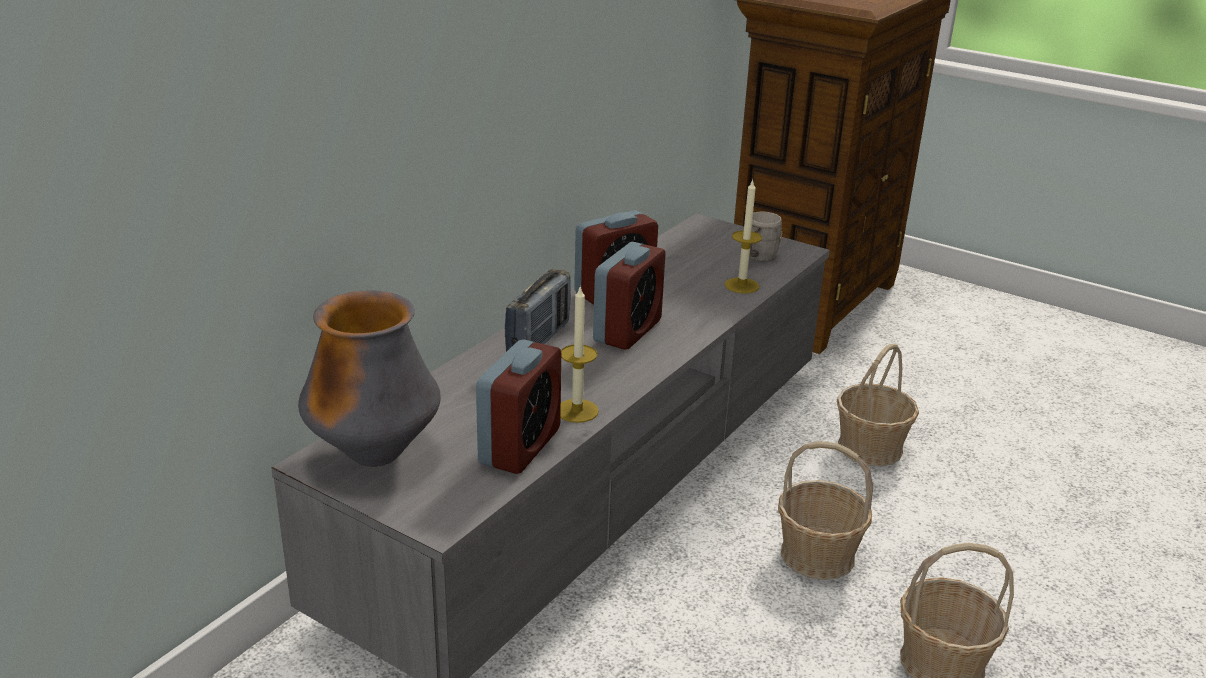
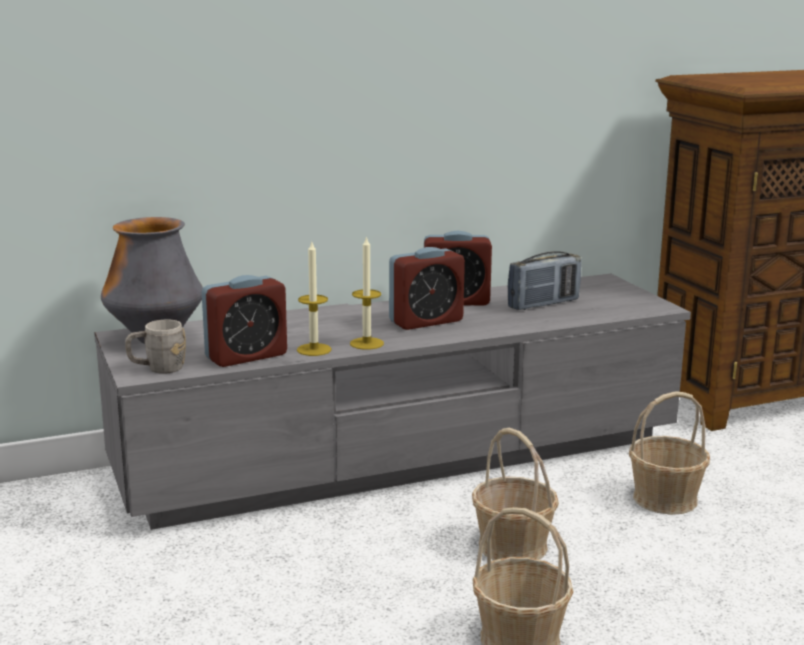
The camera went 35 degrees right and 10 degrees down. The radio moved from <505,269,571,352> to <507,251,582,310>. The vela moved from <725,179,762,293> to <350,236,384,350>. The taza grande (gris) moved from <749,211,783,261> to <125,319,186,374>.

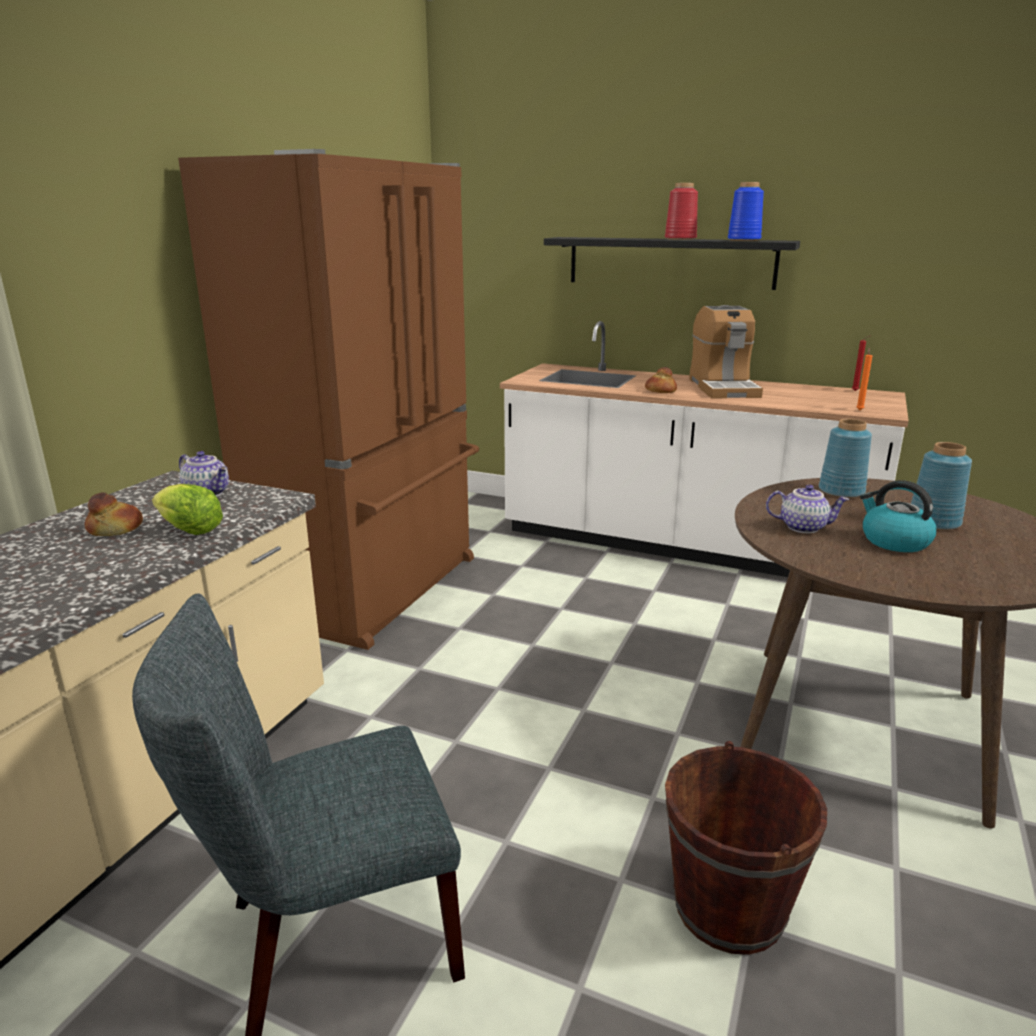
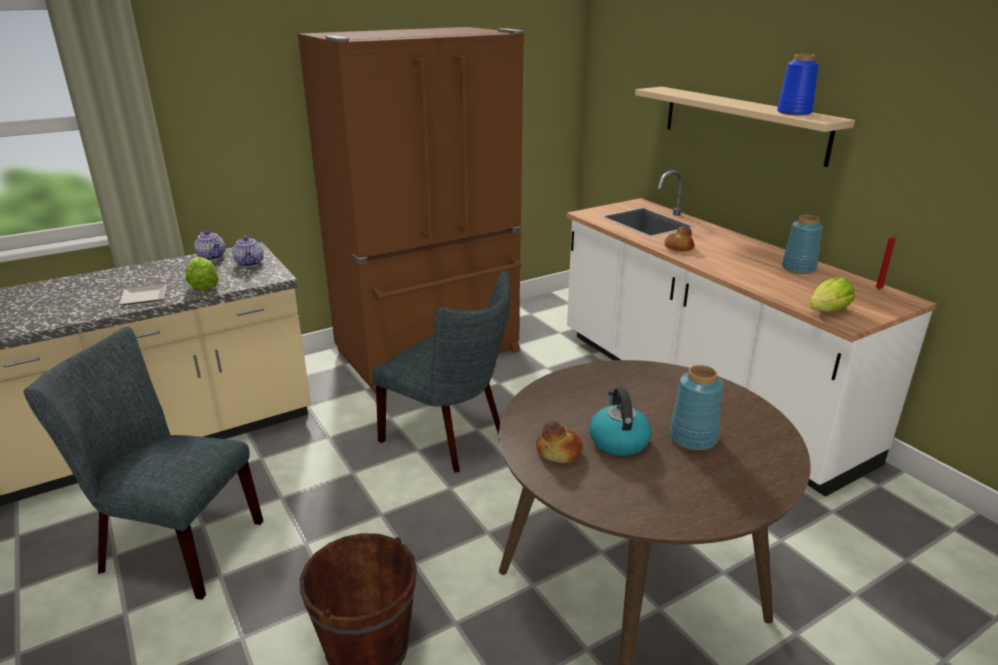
The camera went 35 degrees right and 5 degrees up. The florero (rojo) at <665,183,698,240> disappeared. The cafetera at <689,305,763,398> disappeared. The plato at <119,284,166,305> appeared. The silla (gris) at <372,271,511,473> appeared. The pan moved from <85,493,143,536> to <536,421,583,463>. The tetera moved from <766,484,849,533> to <194,230,225,261>. The florero (azul) moved from <819,419,872,498> to <782,215,823,274>. The vela (naranja) at <856,348,872,410> was replaced by the lechuga at <810,277,855,311>. The estante (negro) at <544,237,800,290> became the estante (beis) at <635,87,855,167>.

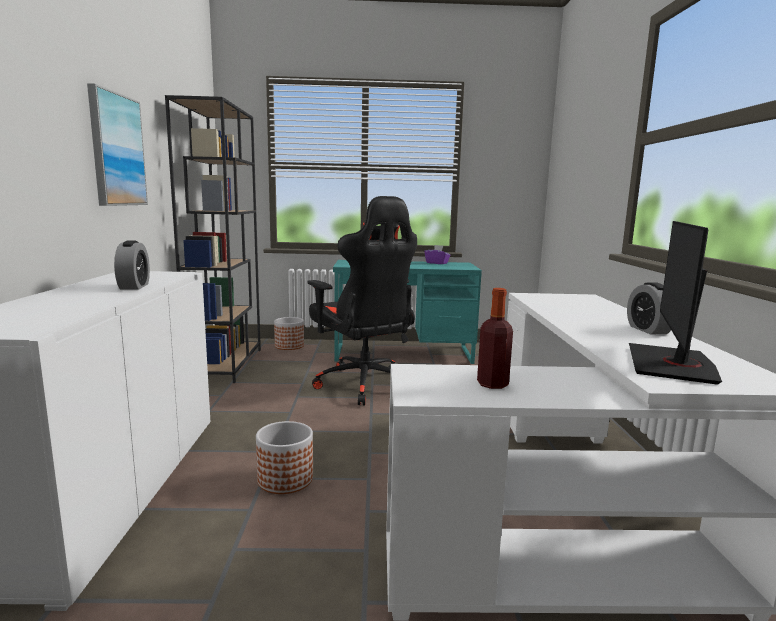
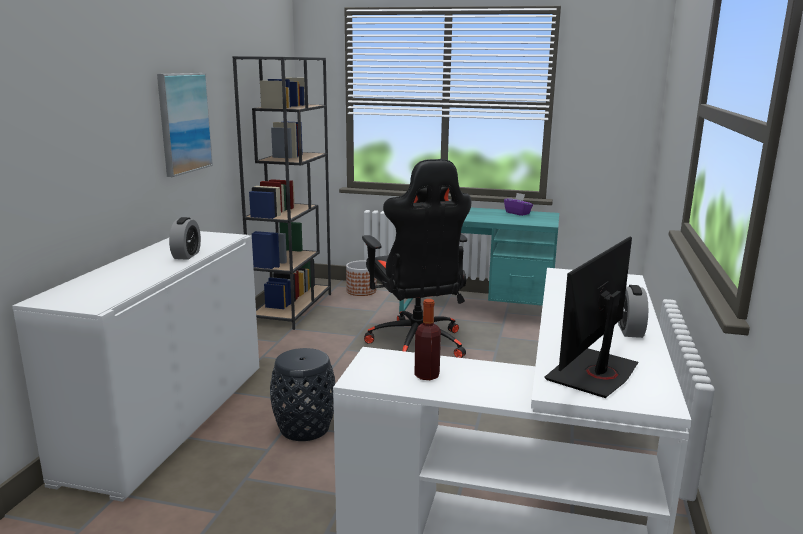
The camera went 15 degrees right and 5 degrees up. The maceta at <256,421,313,494> was replaced by the taburete (negro) at <270,348,336,441>.

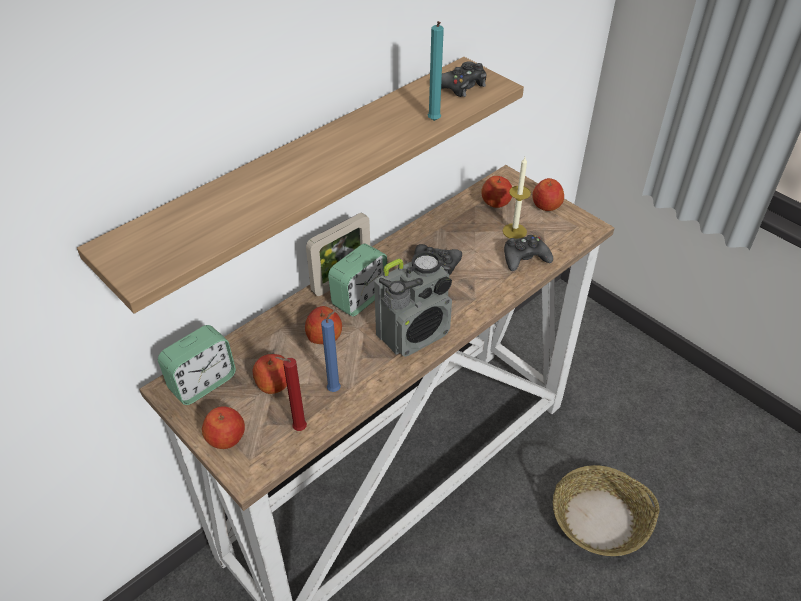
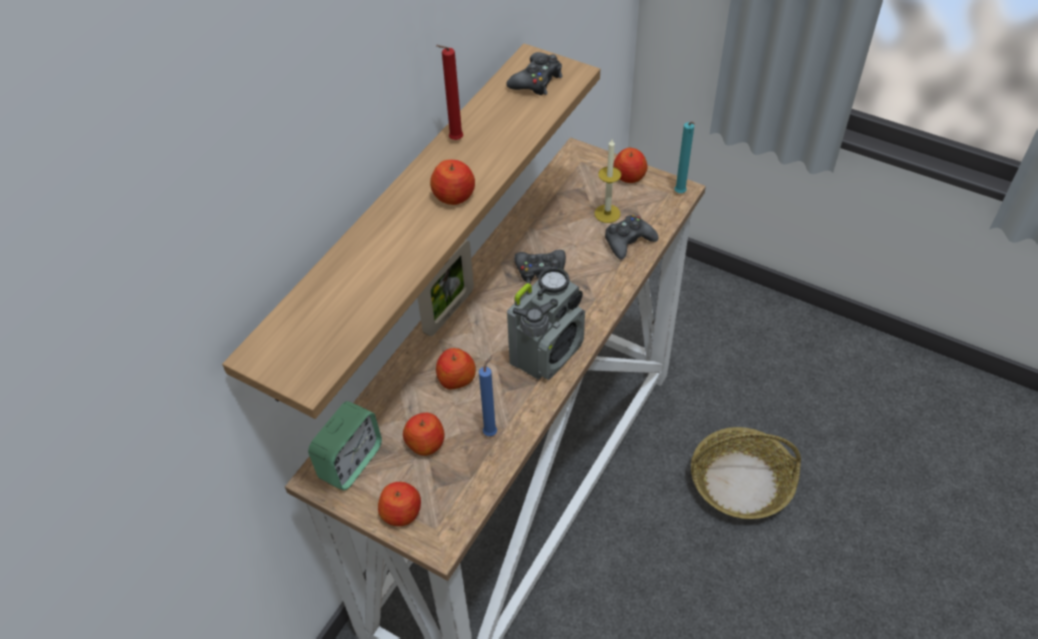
The camera went 15 degrees left and 5 degrees up. The despertador at <328,244,387,316> disappeared. The vela (rojo) moved from <275,357,307,431> to <436,45,463,140>. The vela (turquesa) moved from <428,21,444,121> to <675,122,695,193>. The manzana moved from <481,176,512,208> to <430,160,475,205>.

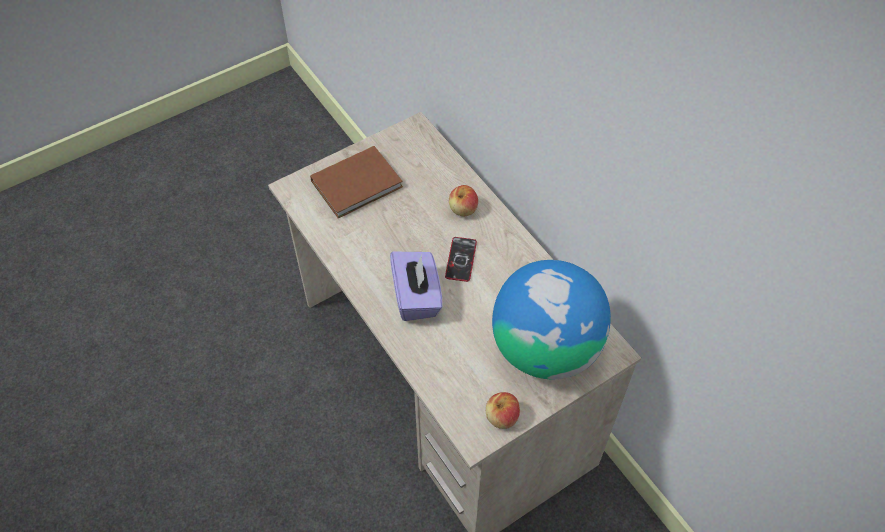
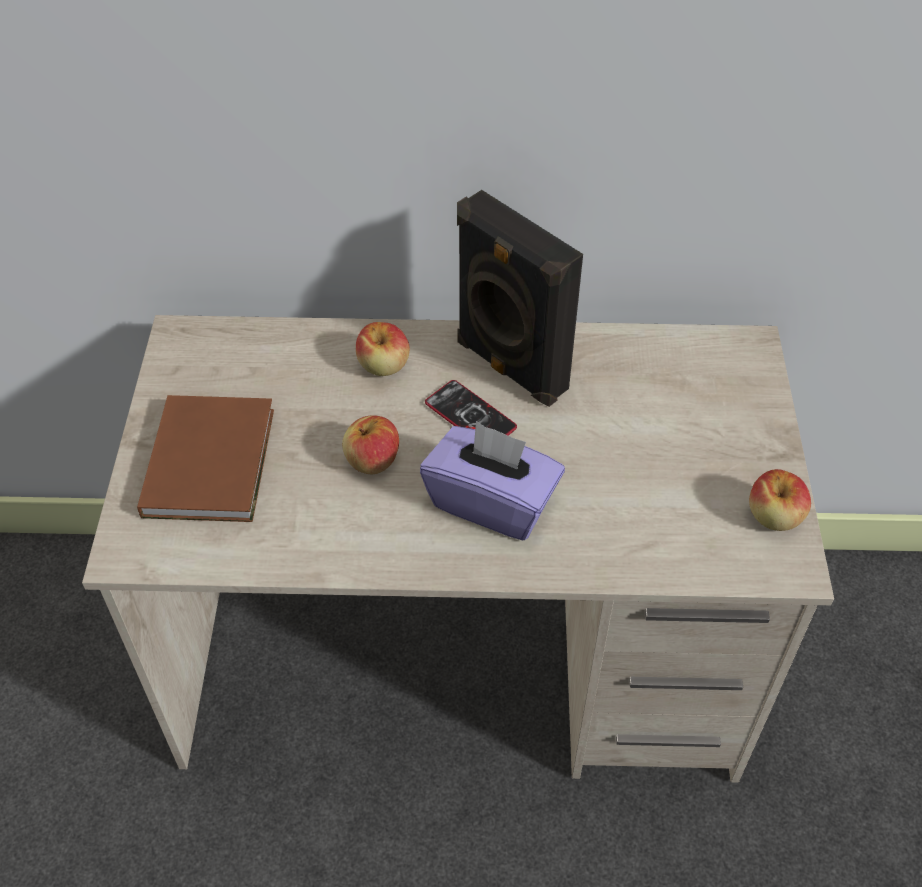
The camera went 55 degrees left and 5 degrees down. The globo terráqueo at <492,260,611,379> disappeared. The manzana at <342,415,399,474> appeared. The altavoz (negro) at <457,190,583,407> appeared.

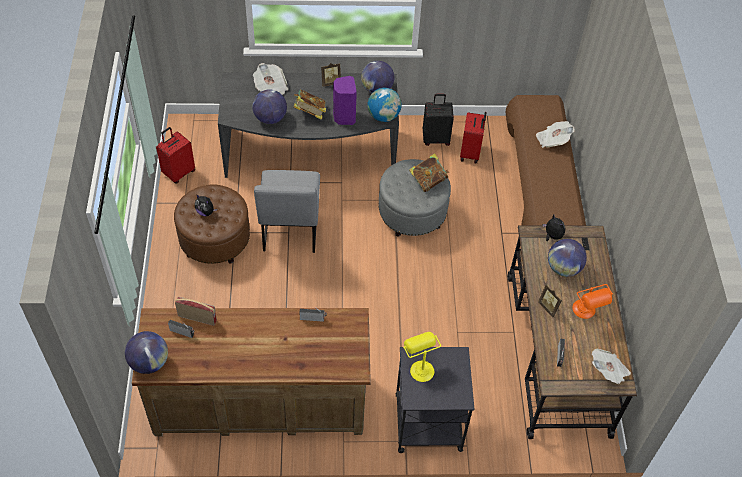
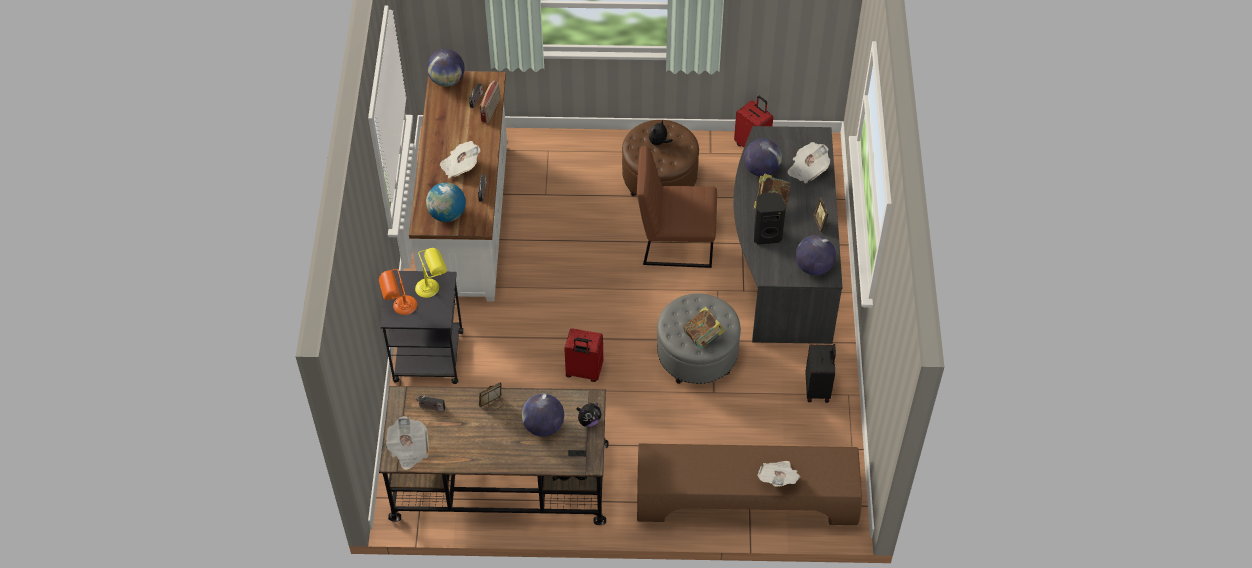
The camera went 95 degrees right and 0 degrees up. The periódico at <440,141,480,178> appeared. The globo terráqueo moved from <368,88,402,122> to <426,182,466,222>. The maleta (rojo) moved from <460,112,487,164> to <564,328,603,382>. The lámpara de mesa (naranja) moved from <573,284,613,319> to <379,269,417,315>. The silla (gris) at <254,170,320,253> became the silla (marrón) at <637,146,717,268>. The altavoz (morado) at <333,76,357,125> became the altavoz (negro) at <754,192,786,245>.

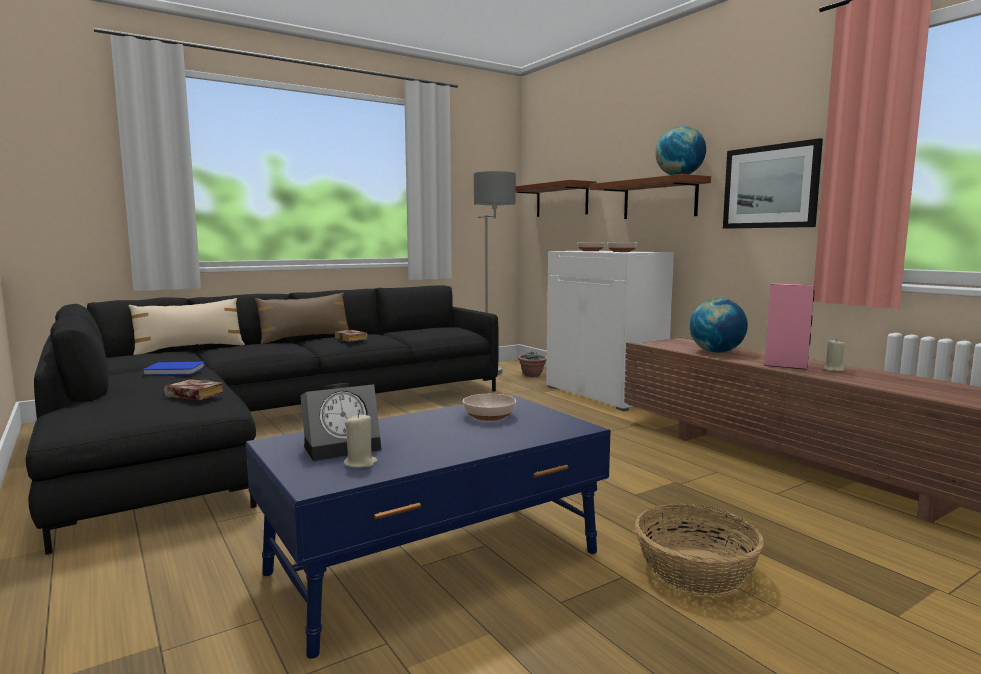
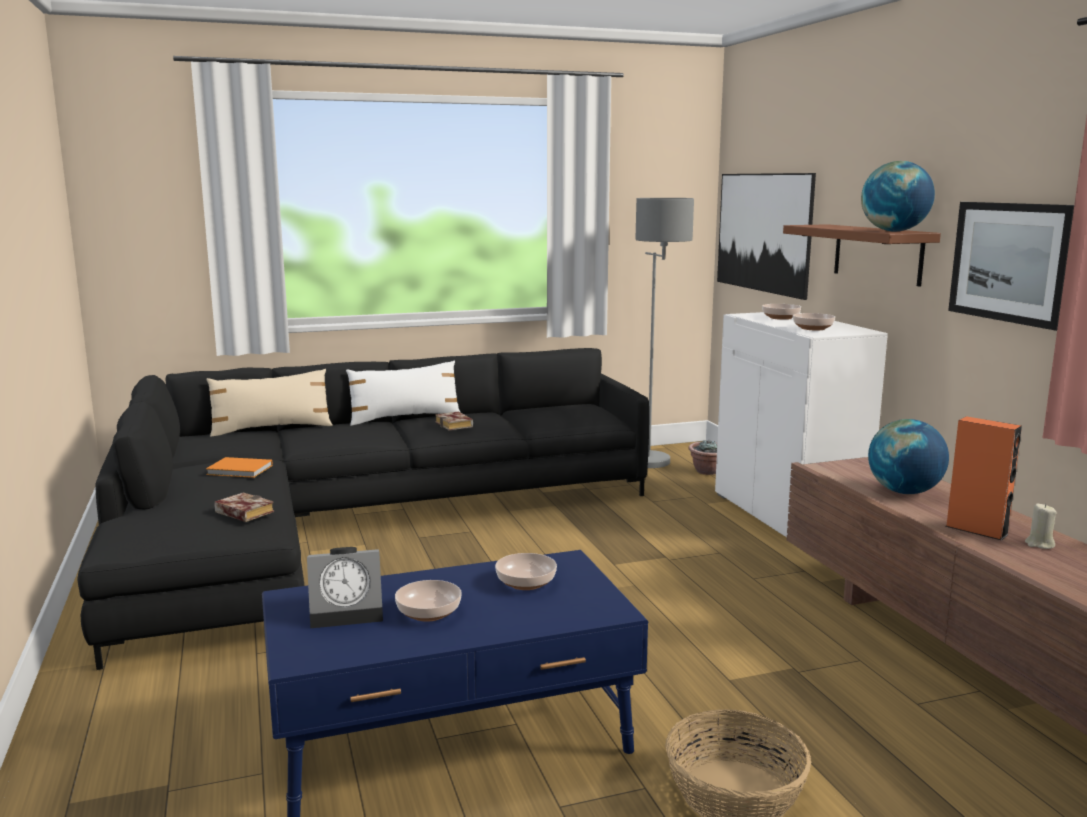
The camera went 15 degrees right and 5 degrees up. The vela (beis) at <343,413,378,468> disappeared. The cuenco at <395,580,462,622> appeared. The estante (marrón) at <516,180,597,217> was replaced by the cuadro at <717,173,816,300>. The libro (azul) at <142,362,205,375> became the libro (naranja) at <206,457,273,478>. The cojín (marrón) at <255,293,349,344> became the cojín (blanco) at <346,361,460,426>. The altavoz (rosa) at <763,284,815,370> became the altavoz (naranja) at <945,416,1022,541>.

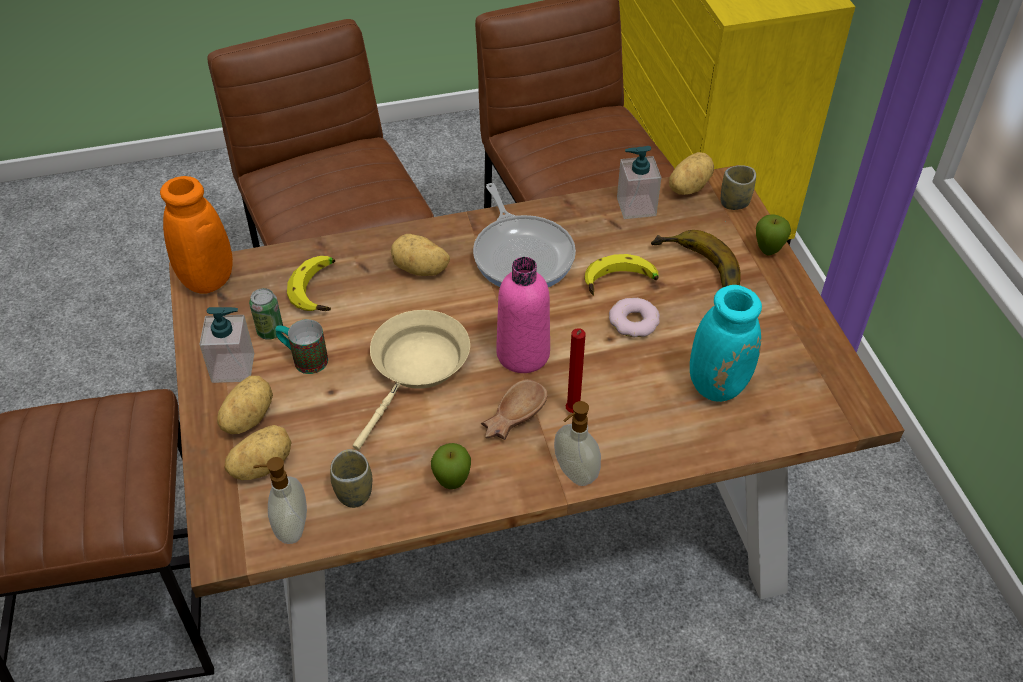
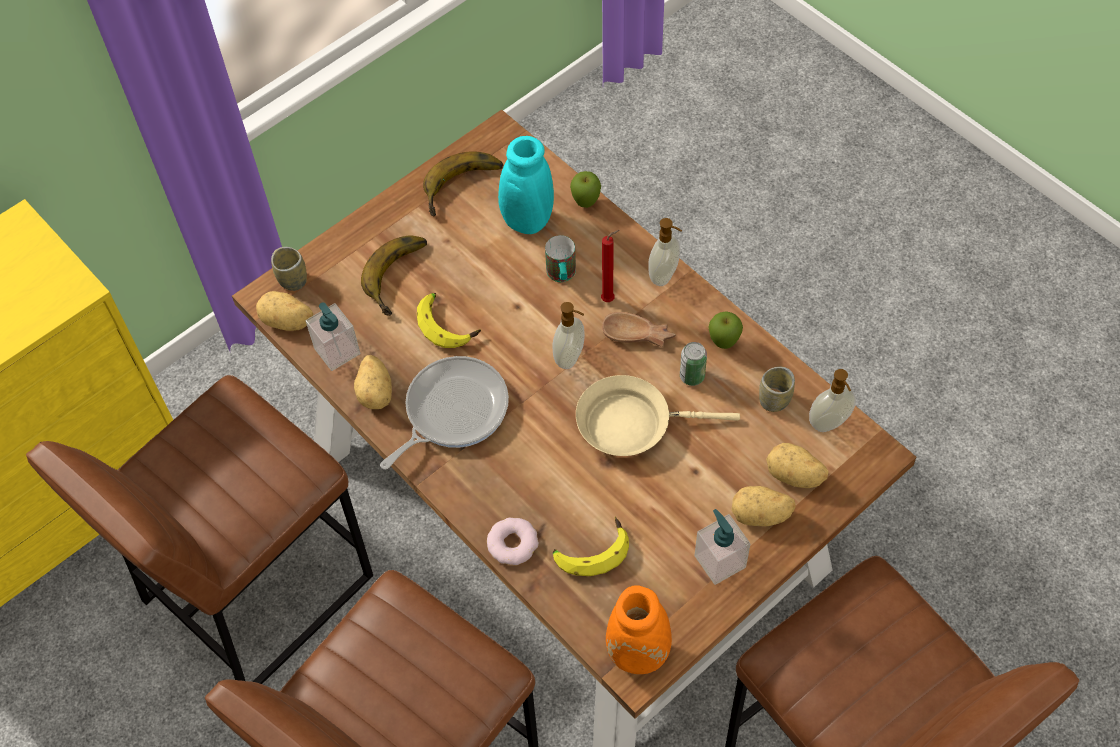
The camera went 115 degrees left and 10 degrees up. The plátano at <423,152,503,216> appeared. The lata moved from <249,288,283,340> to <680,342,707,386>. The taza grande moved from <275,319,328,374> to <545,235,576,282>. The patata moved from <391,234,450,276> to <354,355,392,409>. The rosquilla moved from <609,298,660,338> to <487,518,539,565>. The manzana moved from <756,215,791,256> to <570,171,601,208>. The botella (rosa) at <496,257,550,373> was replaced by the dispensador de jabón at <552,302,585,369>.

